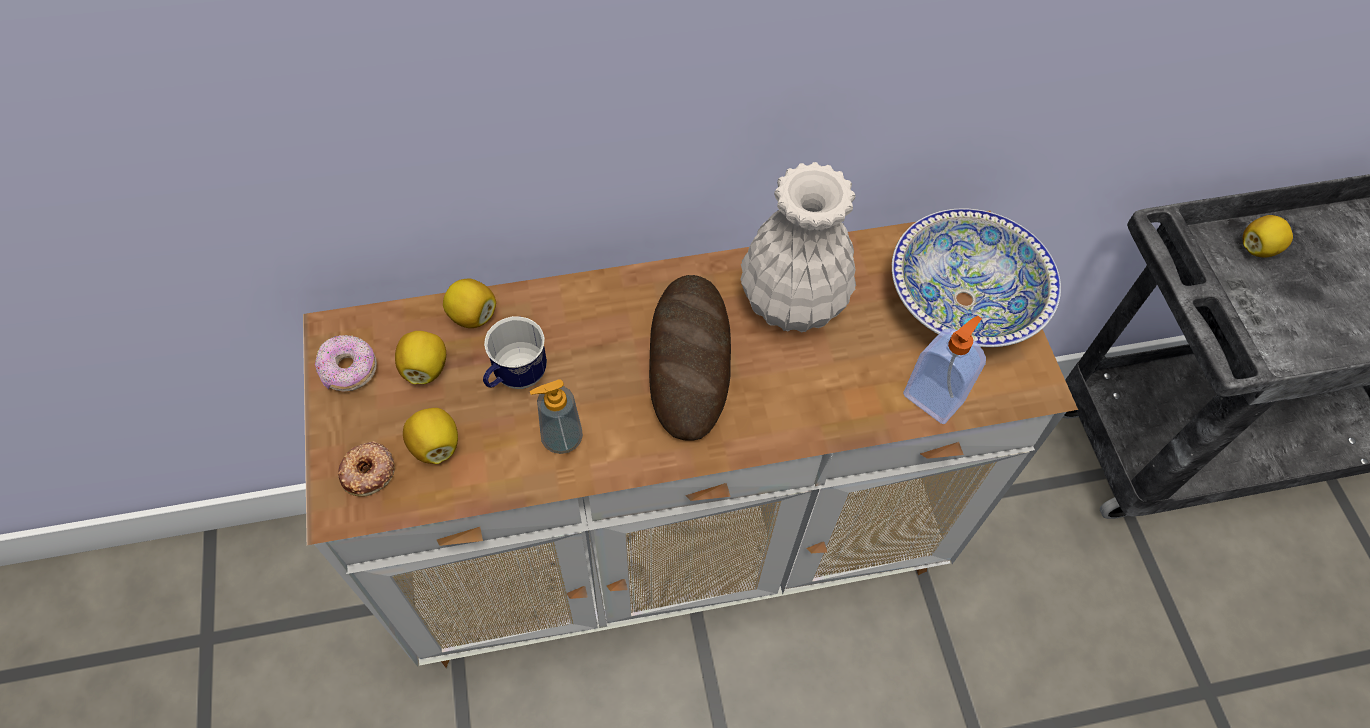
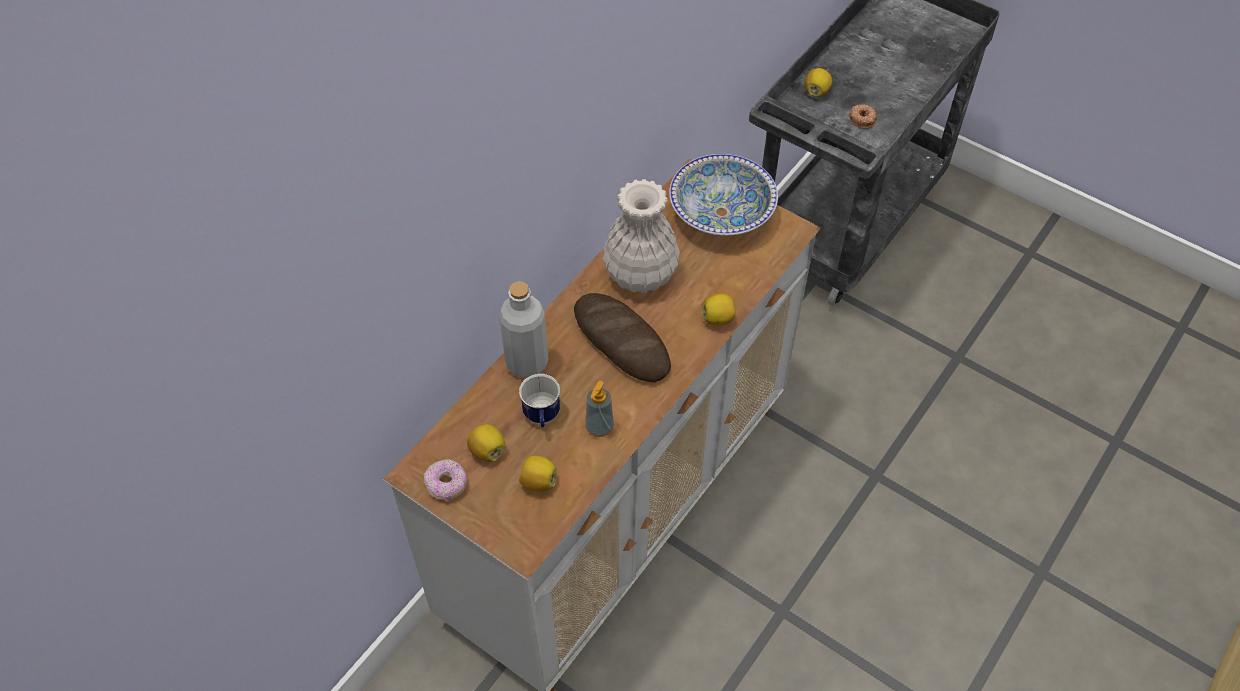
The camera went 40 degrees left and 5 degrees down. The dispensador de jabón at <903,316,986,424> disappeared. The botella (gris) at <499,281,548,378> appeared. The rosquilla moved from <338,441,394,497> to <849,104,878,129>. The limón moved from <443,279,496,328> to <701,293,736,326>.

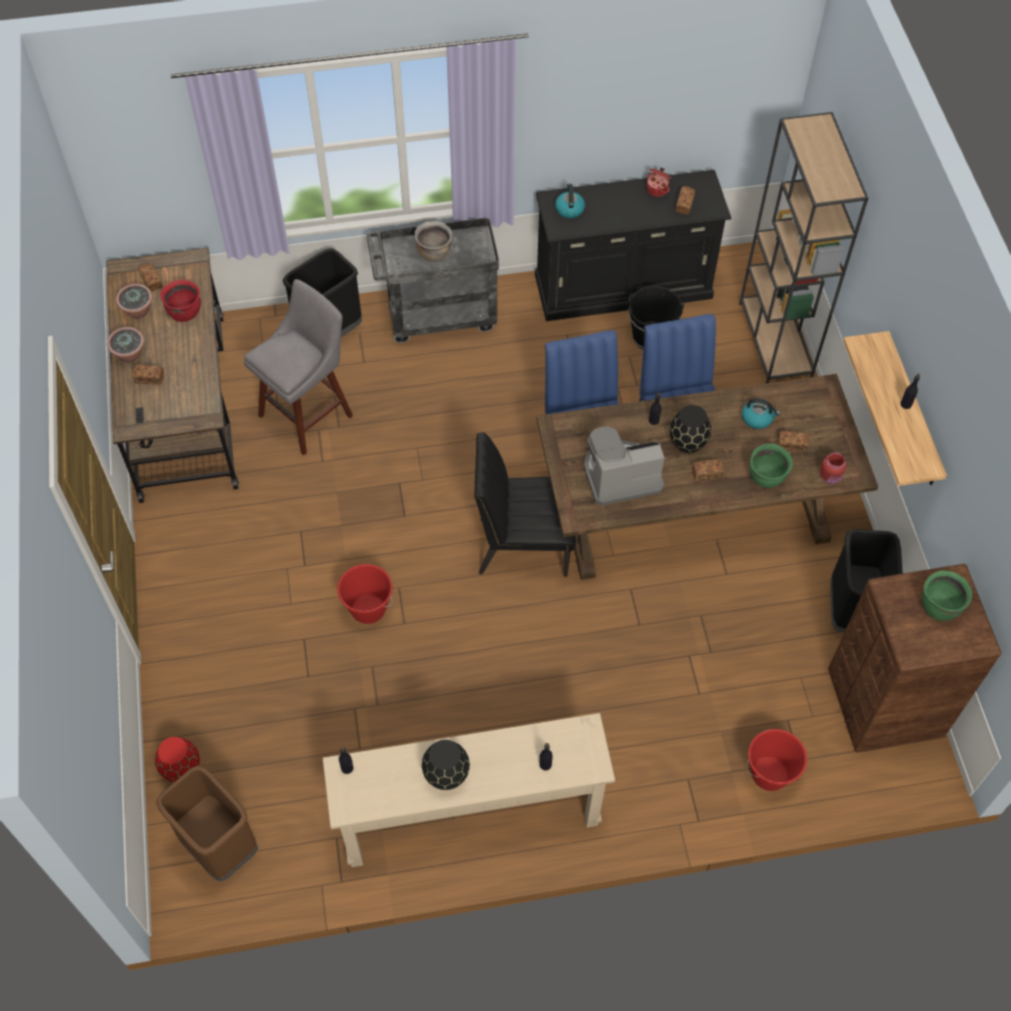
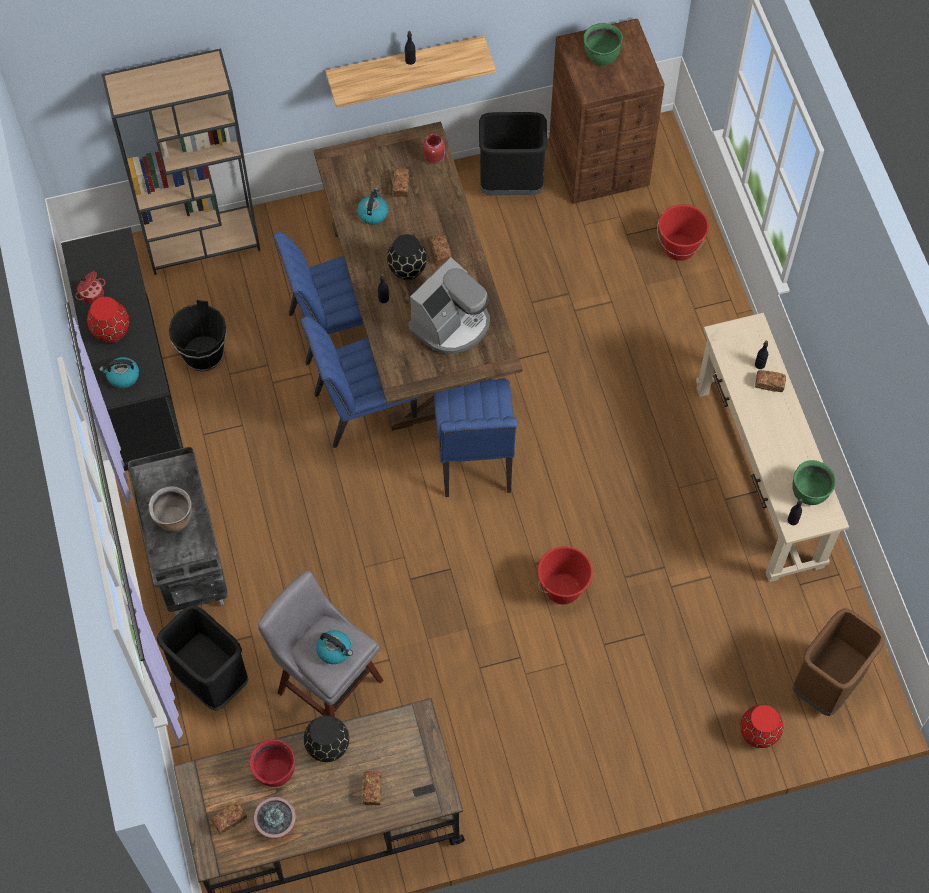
The camera went 95 degrees left and 5 degrees up. The planta en maceta at <107,327,144,363> disappeared. The florero (rojo) at <87,297,129,343> appeared. The hervidor at <316,630,353,664> appeared. The florero (negro) moved from <422,740,470,790> to <304,716,349,762>. The pan moved from <676,186,696,215> to <755,370,786,392>. The olla (verde) moved from <749,443,793,488> to <792,460,836,505>. The silla (negro) at <474,432,576,577> became the silla (azul) at <434,378,517,497>. The cafetera at <584,426,664,505> turned 120 degrees counterclockwise.

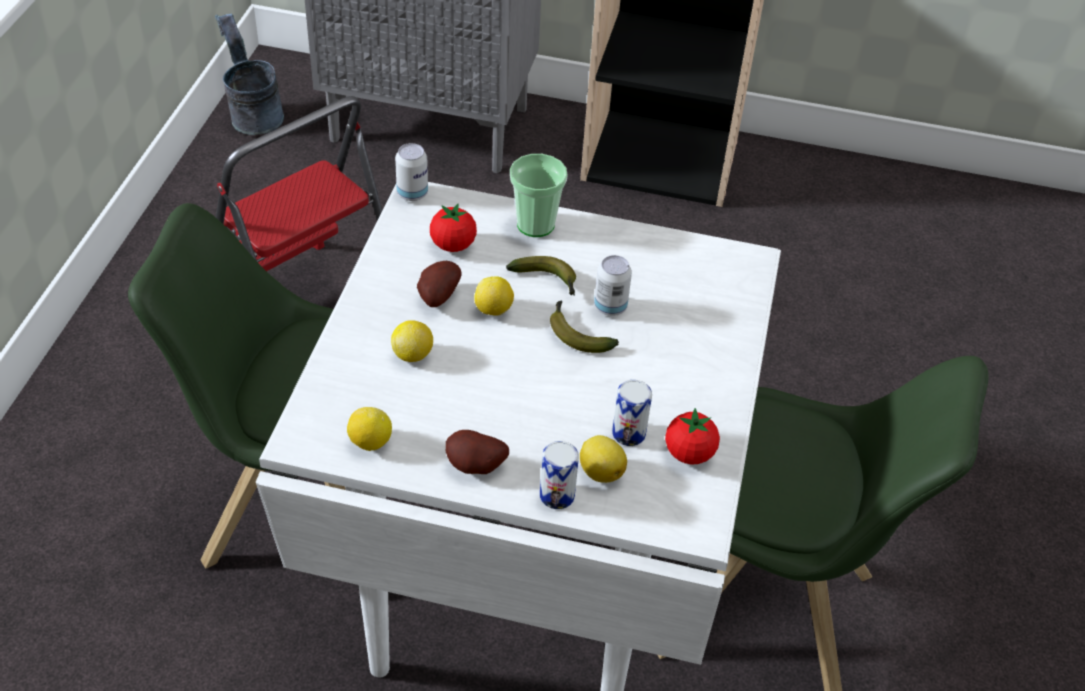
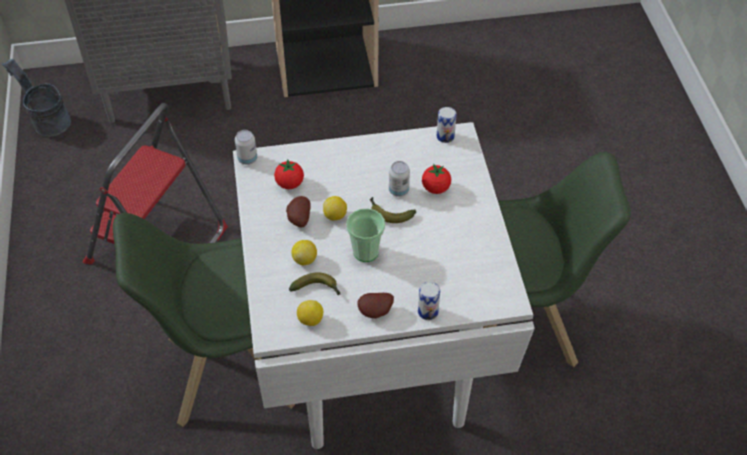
The camera went 20 degrees left and 5 degrees up. The limón at <580,435,627,483> disappeared. The plátano moved from <506,256,576,296> to <289,272,341,295>. The taza moved from <510,154,568,237> to <346,209,385,262>. The lata moved from <612,380,652,446> to <437,107,457,143>. The tomate moved from <665,408,720,465> to <422,164,451,194>.

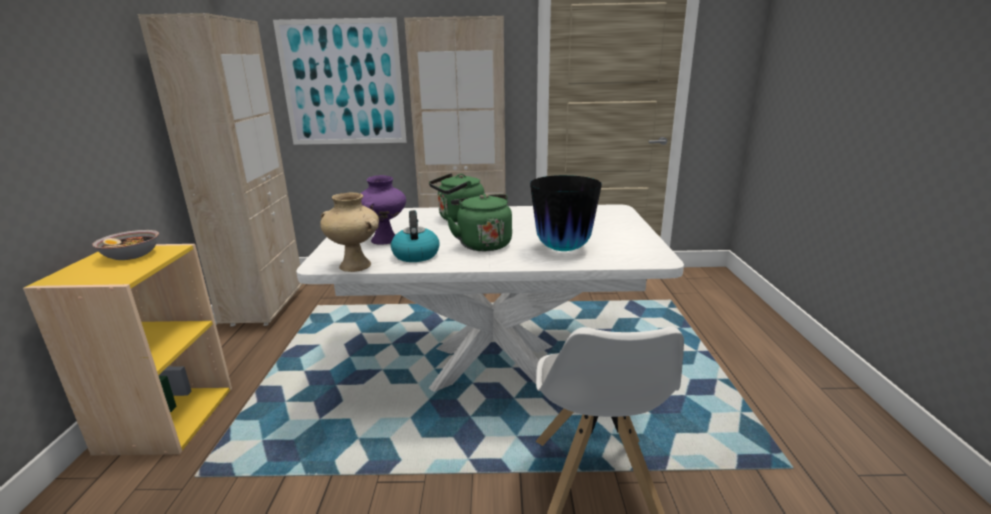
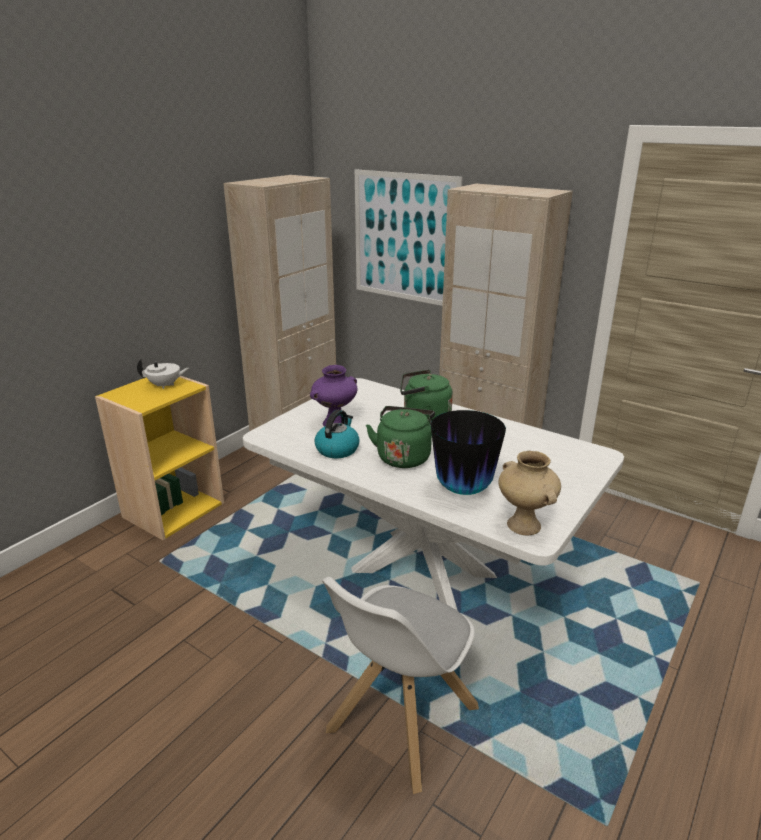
The camera went 35 degrees right and 5 degrees up. The florero (beis) moved from <320,193,379,272> to <498,451,561,536>. The cuenco at <93,230,159,260> was replaced by the tetera (blanco) at <137,359,189,389>.

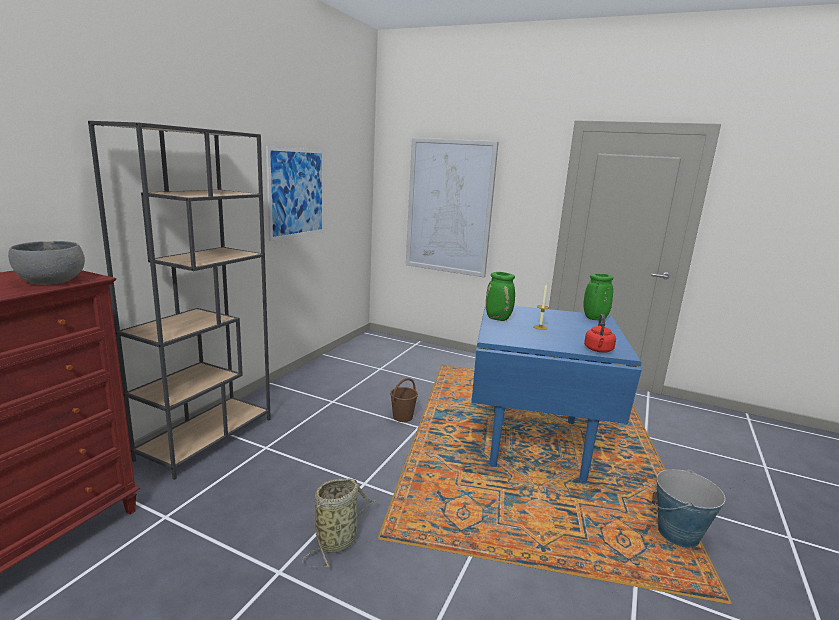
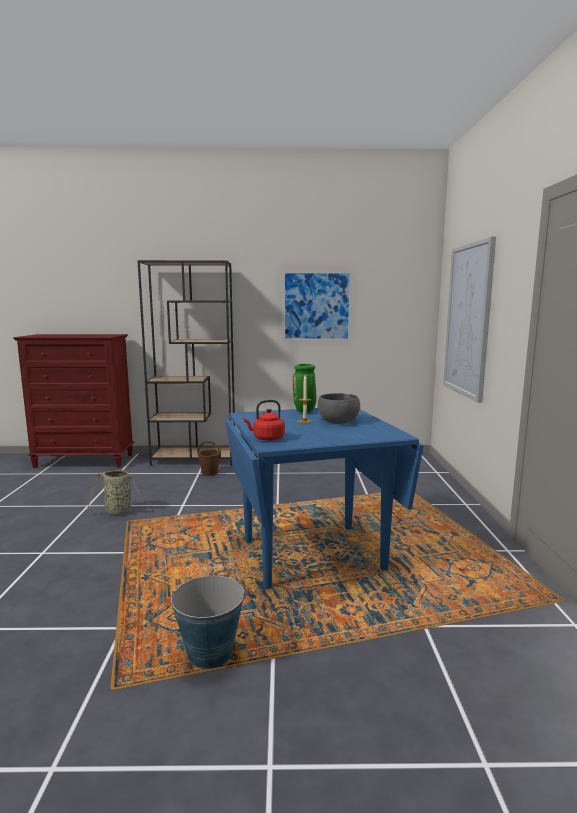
The camera went 65 degrees right and 5 degrees down. The florero (verde) at <583,274,614,320> disappeared. The cuenco (gris) moved from <8,241,85,285> to <318,393,360,424>. The cubo (marrón) moved from <390,378,418,422> to <198,441,221,476>.

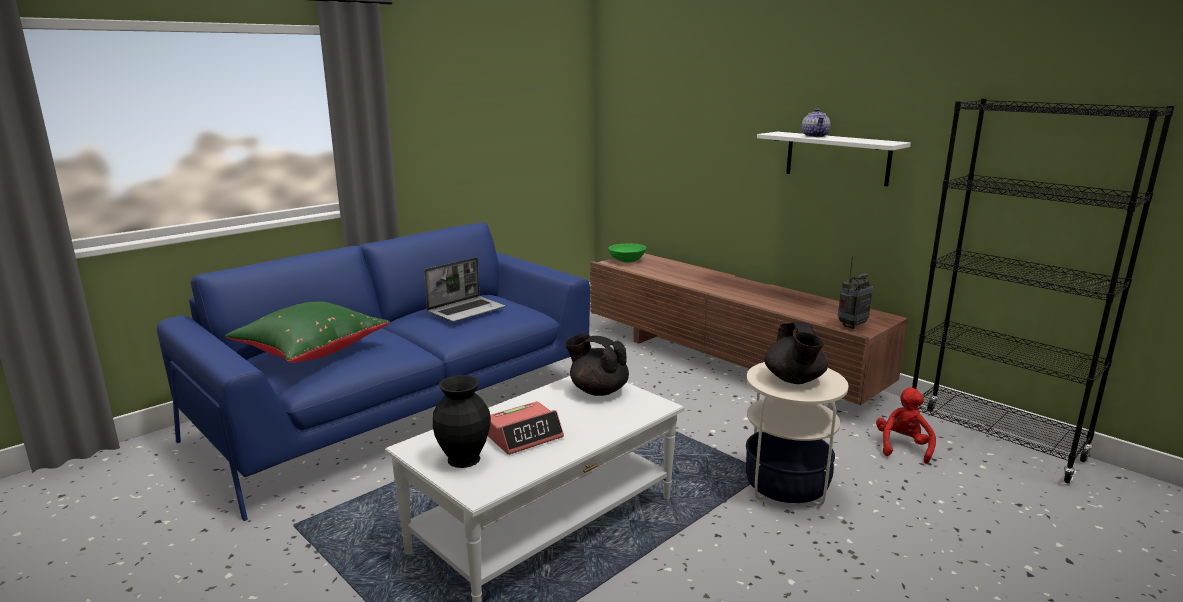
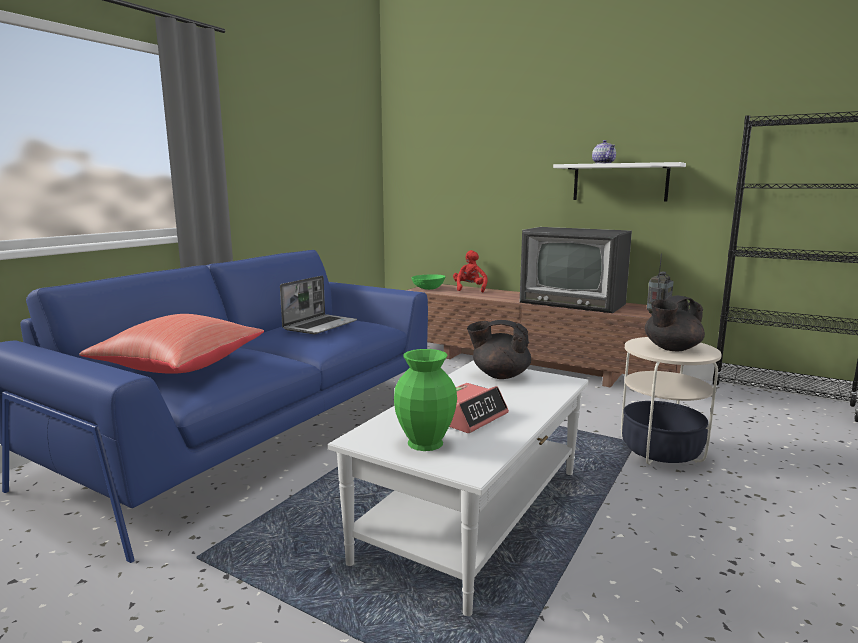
The camera went 15 degrees left and 5 degrees down. The televisor at <520,227,632,313> appeared. The peluche (rojo) moved from <876,387,936,464> to <453,250,487,292>. The cojín (verde) at <225,301,390,363> became the cojín (rojo) at <79,314,264,374>. The florero (negro) at <433,375,491,468> became the florero (verde) at <394,349,457,451>. The tetera (negro) at <764,322,828,384> turned 75 degrees clockwise.

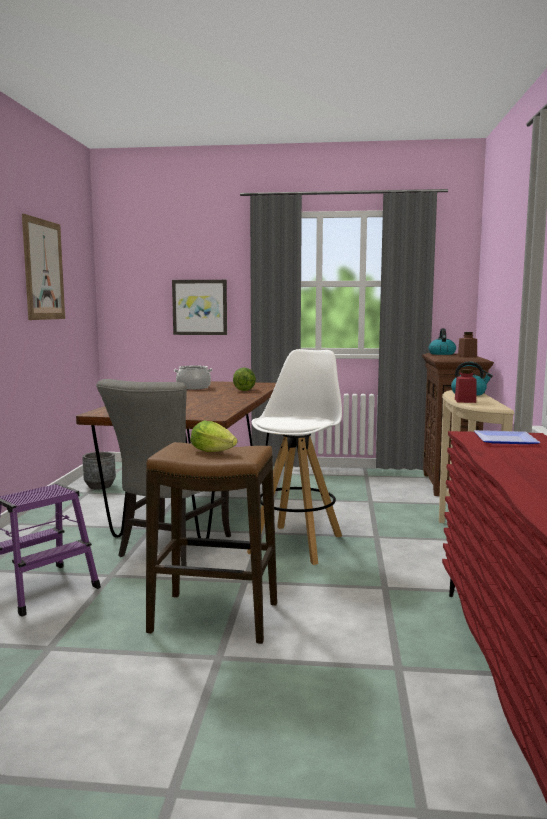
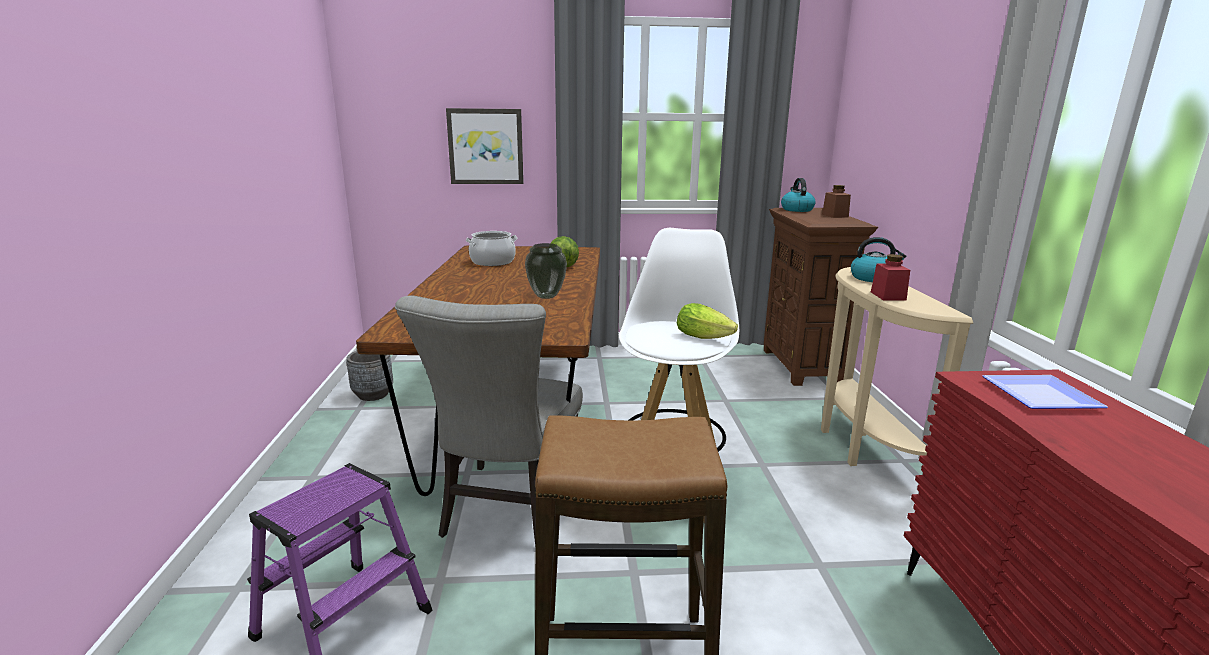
The camera went 10 degrees left and 10 degrees up. The cuadro at <22,214,65,320> disappeared. The florero at <525,243,567,299> appeared. The lechuga moved from <190,421,238,452> to <677,303,738,339>.

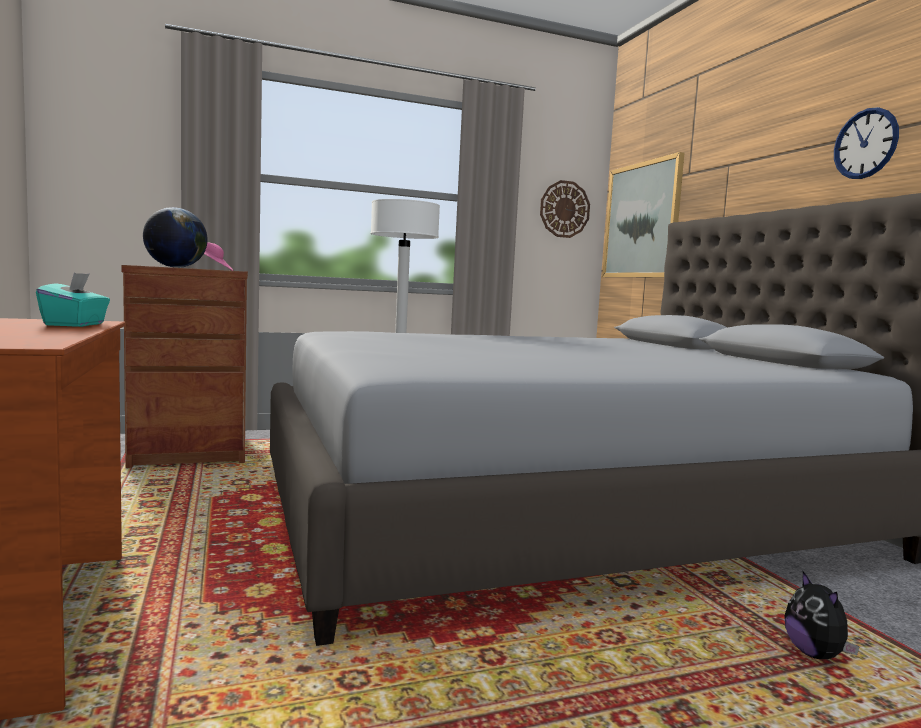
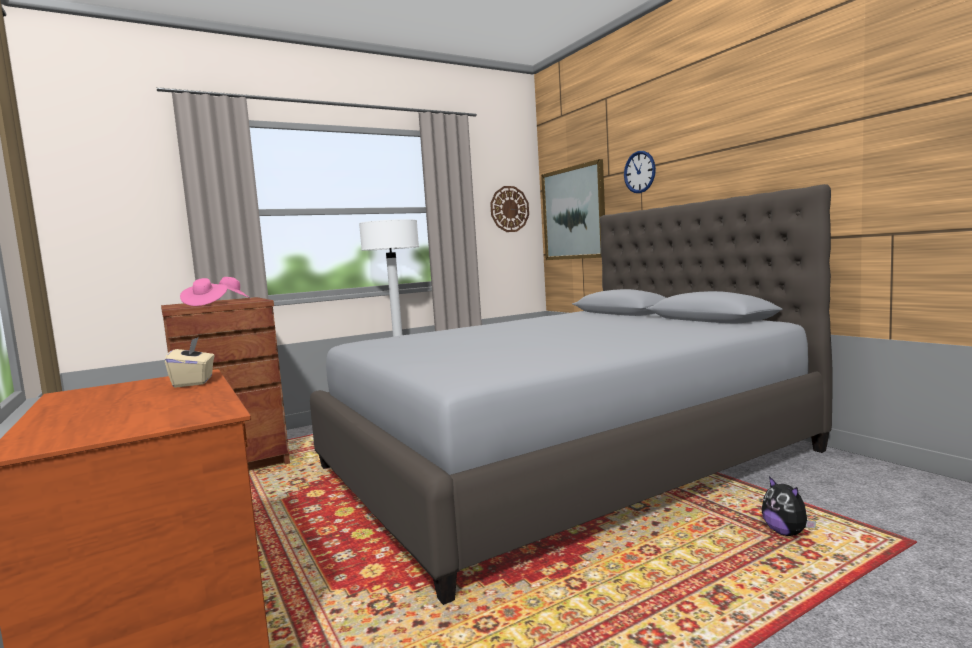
The camera went 10 degrees left and 0 degrees up. The reloj de pared moved from <834,107,899,179> to <624,151,656,193>. The globo terráqueo at <143,207,208,268> was replaced by the sombrero (rosa) at <180,278,228,306>. The caja de pañuelos (turquesa) at <36,273,110,327> became the caja de pañuelos (beis) at <165,337,215,388>.

